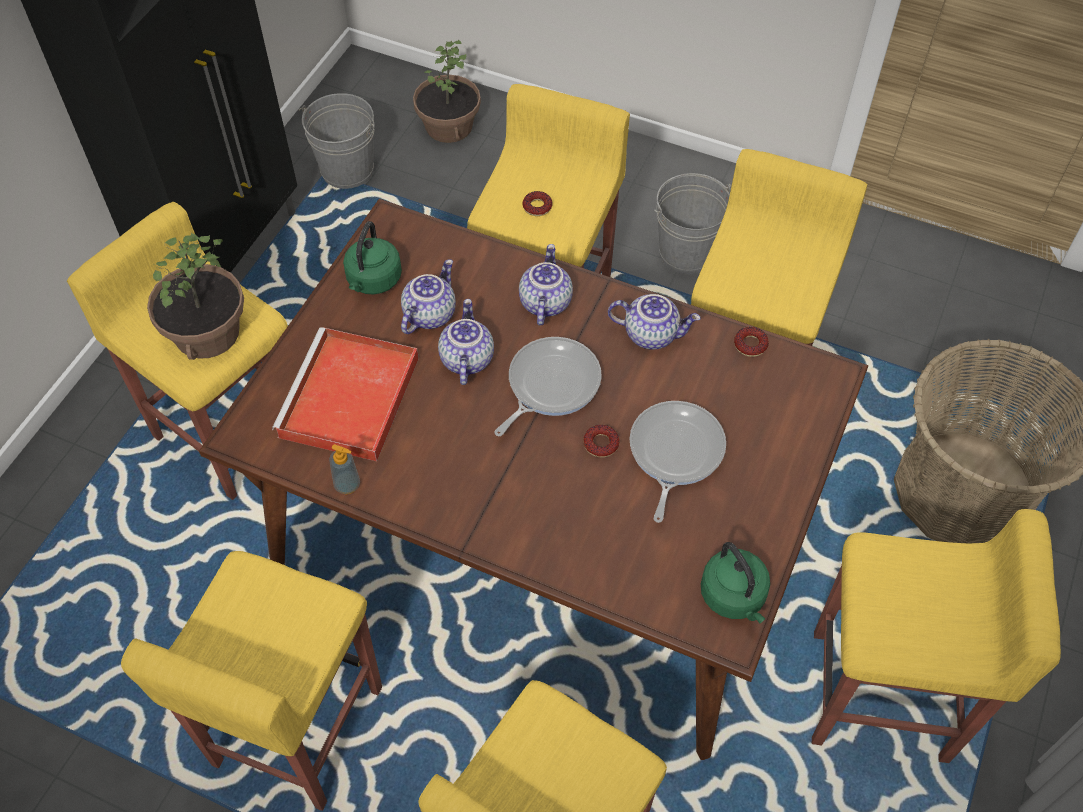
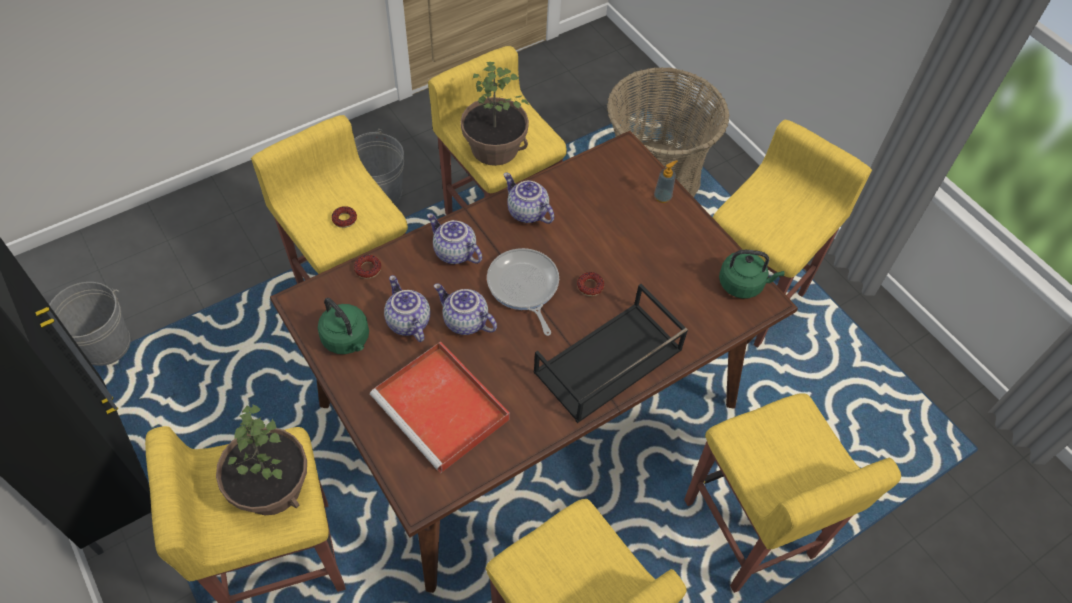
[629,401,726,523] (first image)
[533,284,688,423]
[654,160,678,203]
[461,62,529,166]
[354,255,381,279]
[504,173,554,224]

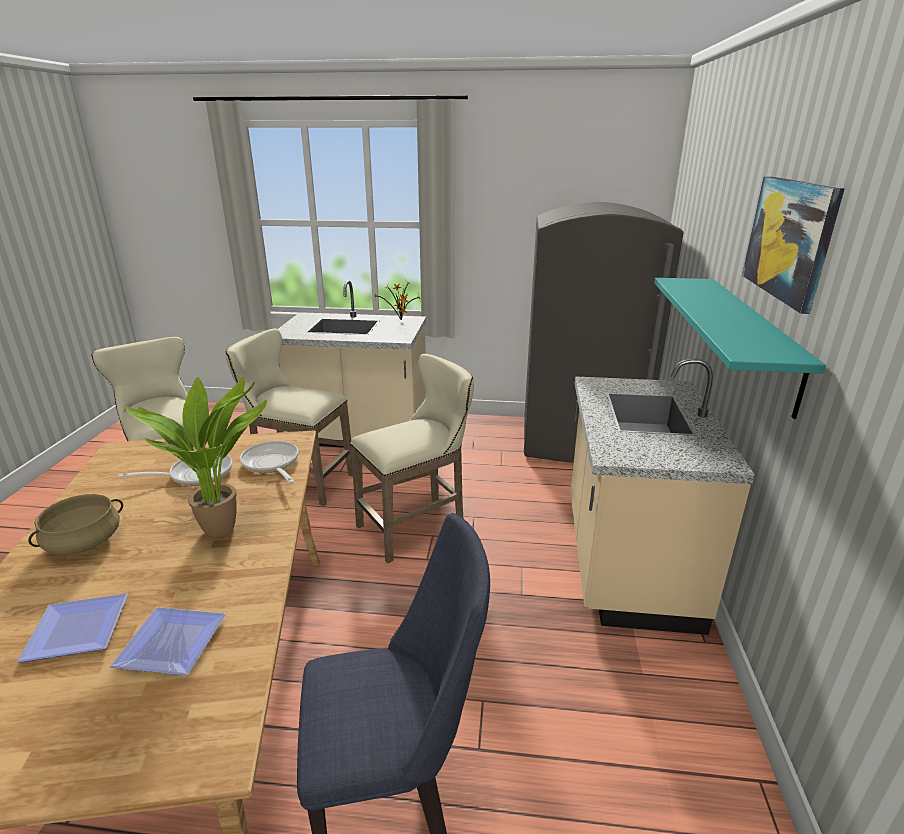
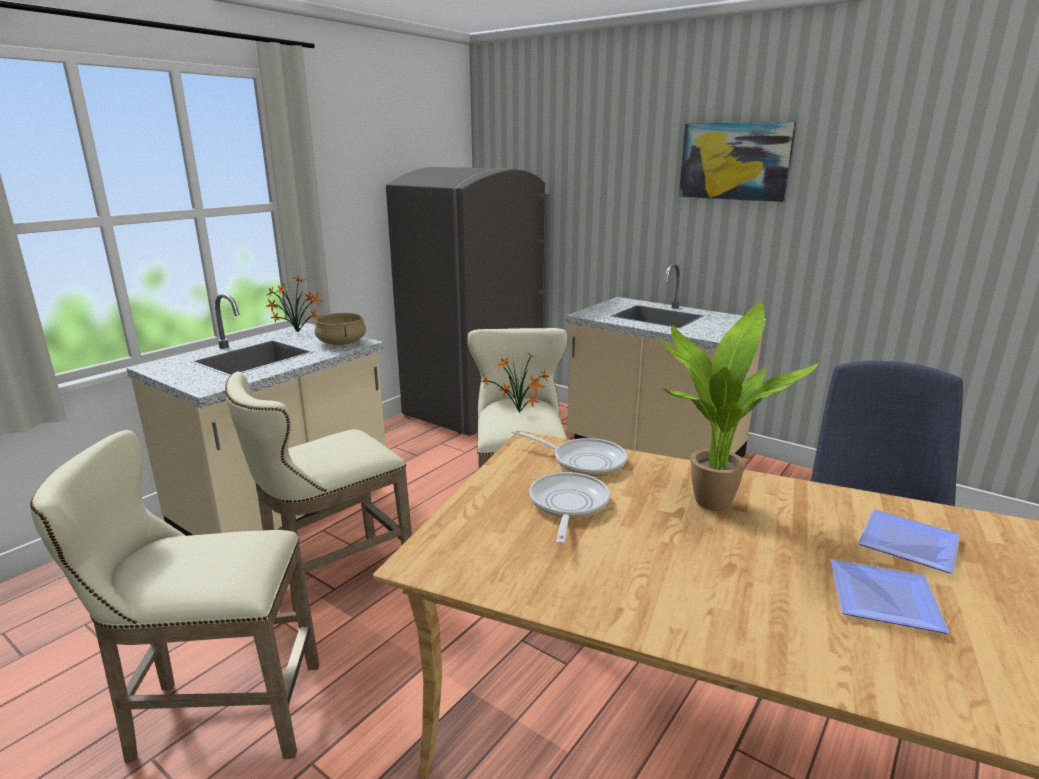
[654,278,826,419] (first image)
[481,352,549,413]
[314,313,366,345]
[511,429,627,476]

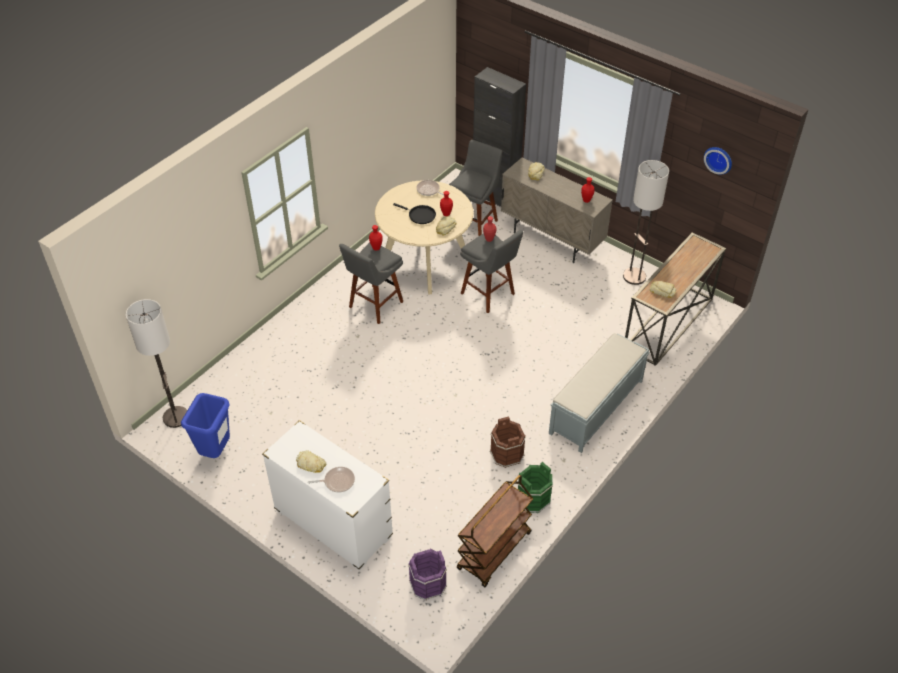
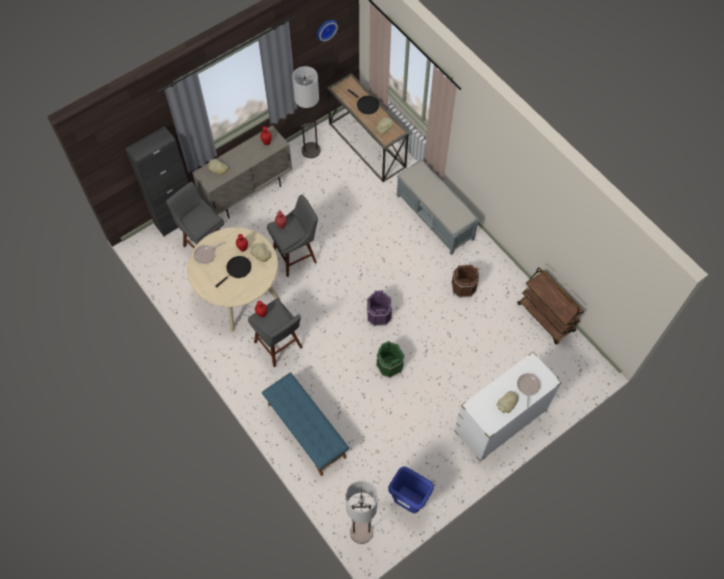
[262,373,349,476]
[348,89,379,114]
[367,290,393,327]
[376,341,405,378]

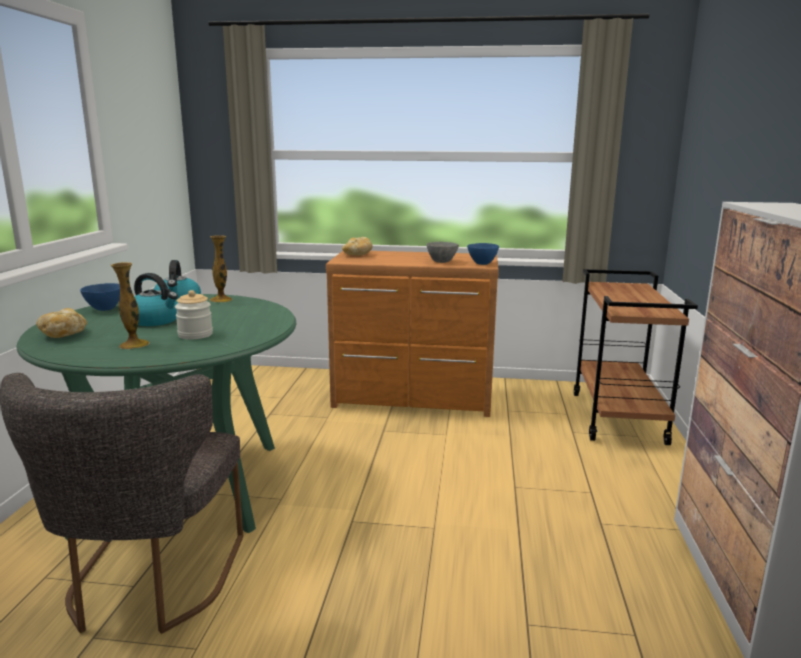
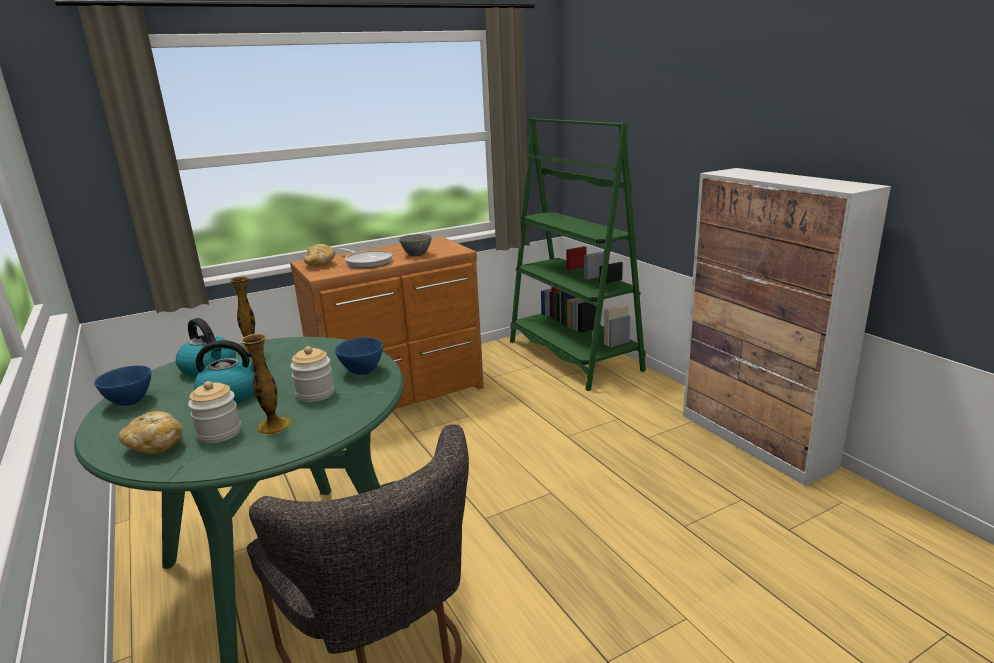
[188,381,241,444]
[339,248,393,268]
[335,337,383,375]
[510,117,646,391]

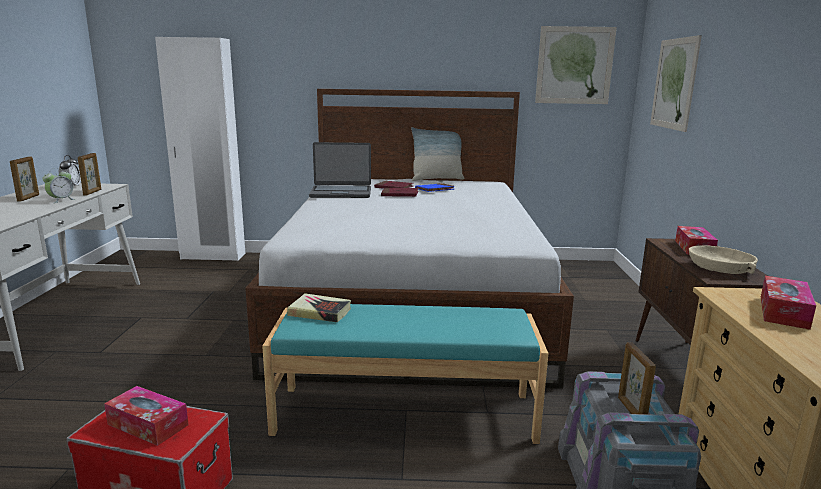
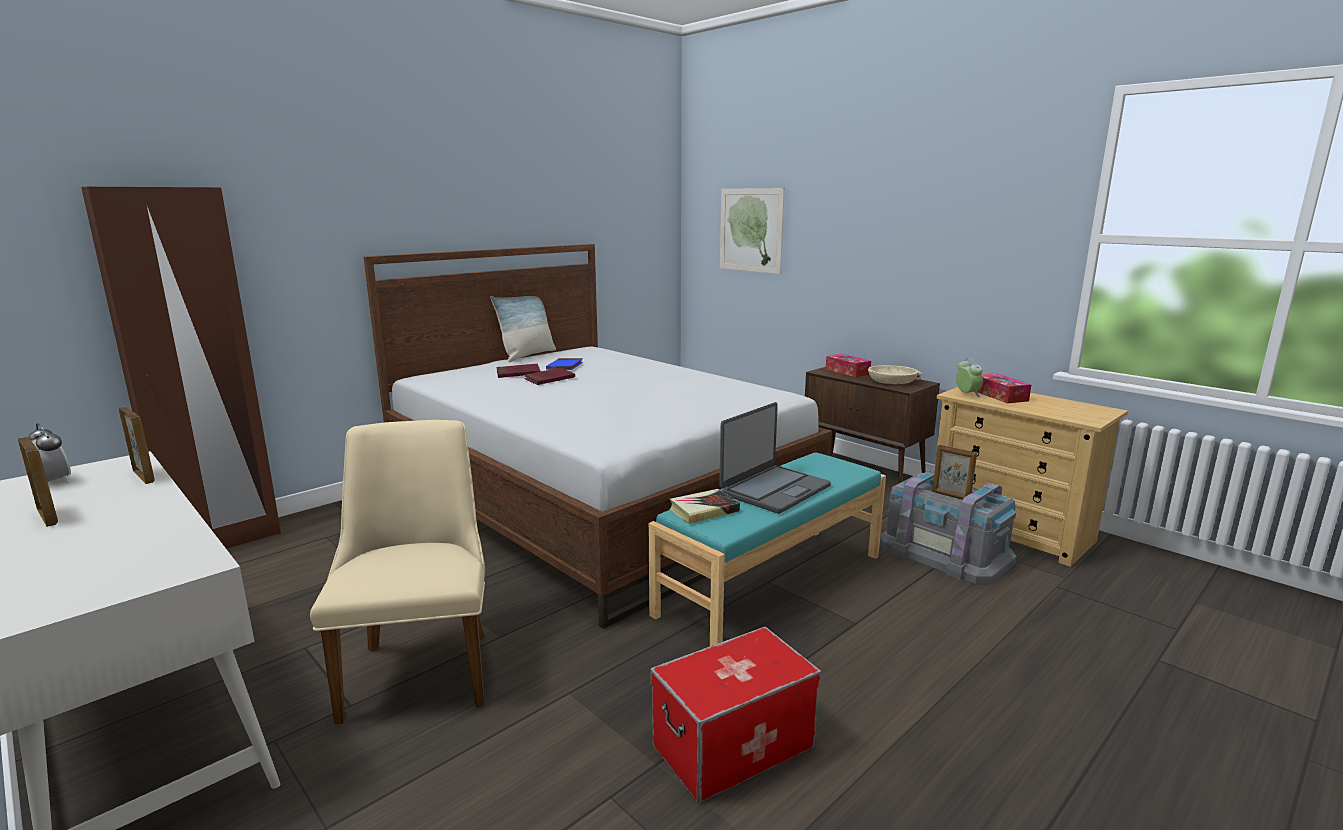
[104,386,189,446] (first image)
[535,26,617,104] (first image)
[310,420,485,725]
[956,358,983,398]
[719,402,831,514]
[81,187,281,549]

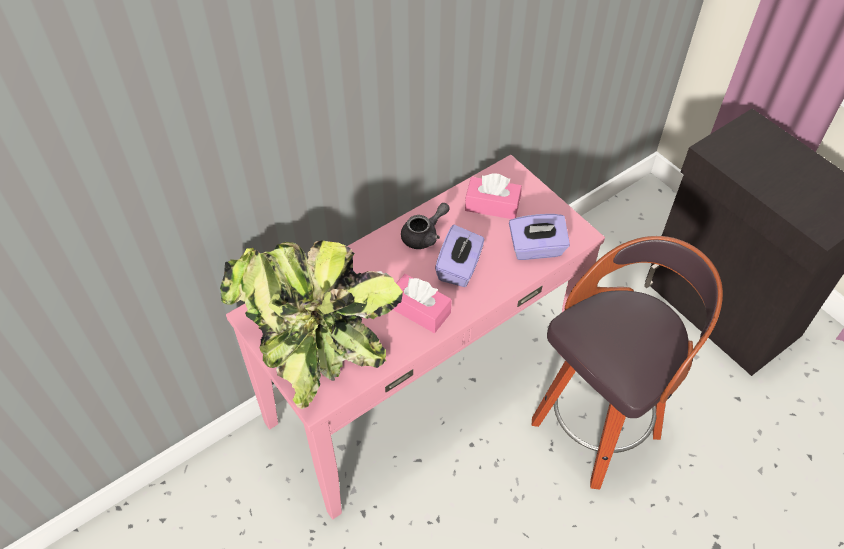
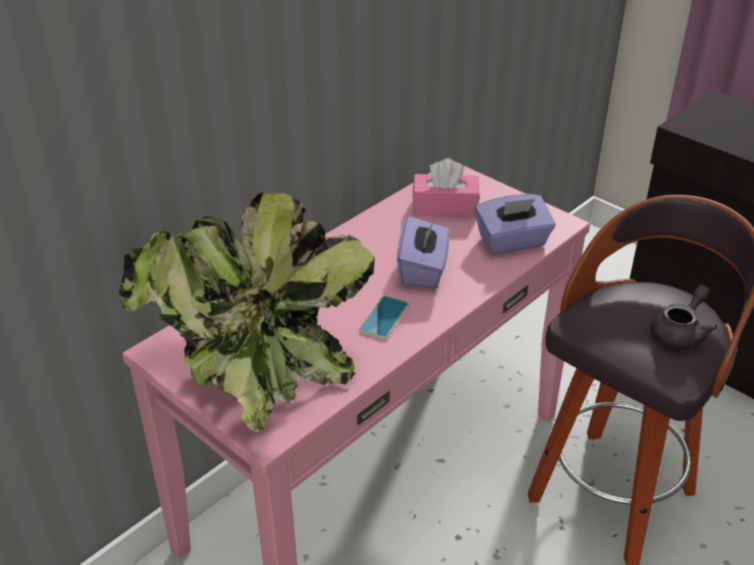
[651,285,718,350]
[359,296,409,339]

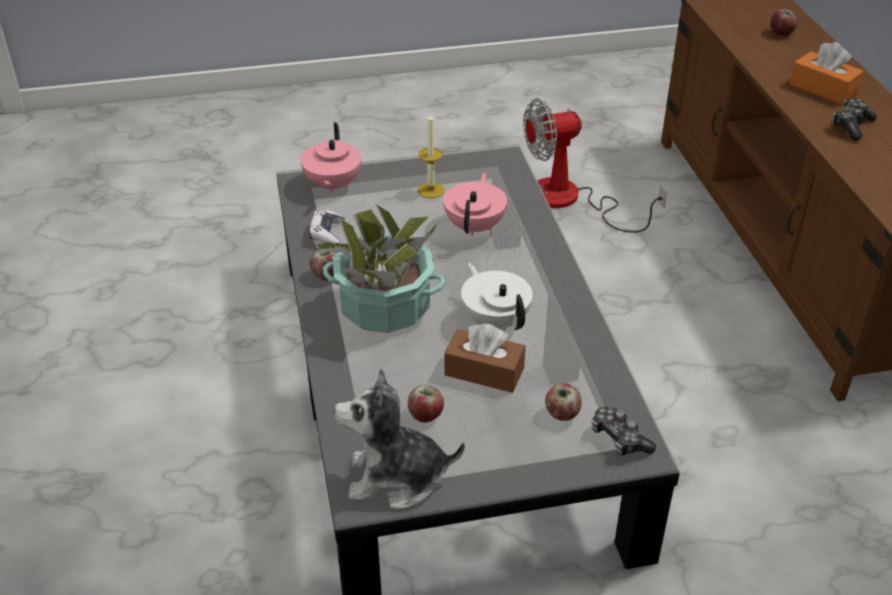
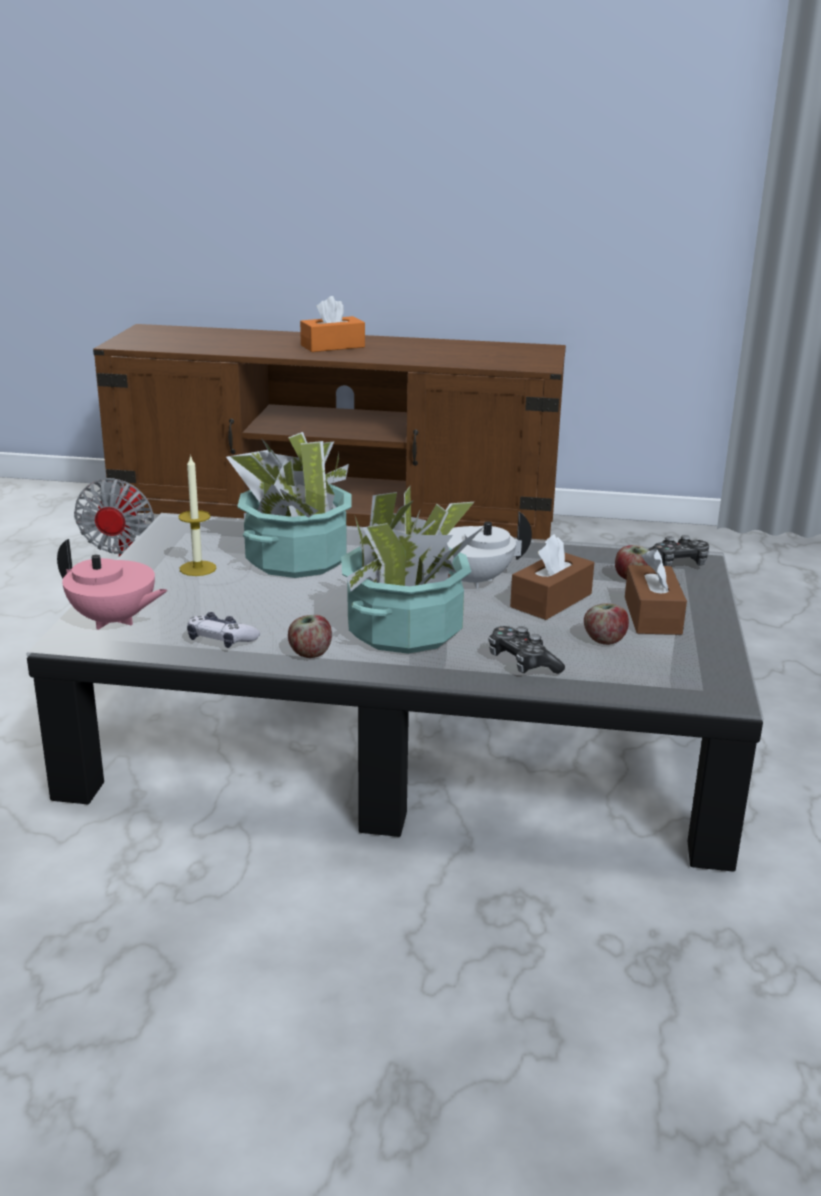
[334,368,465,509] (first image)
[771,9,798,35] (first image)
[625,548,687,635]
[488,626,565,674]
[226,432,352,578]

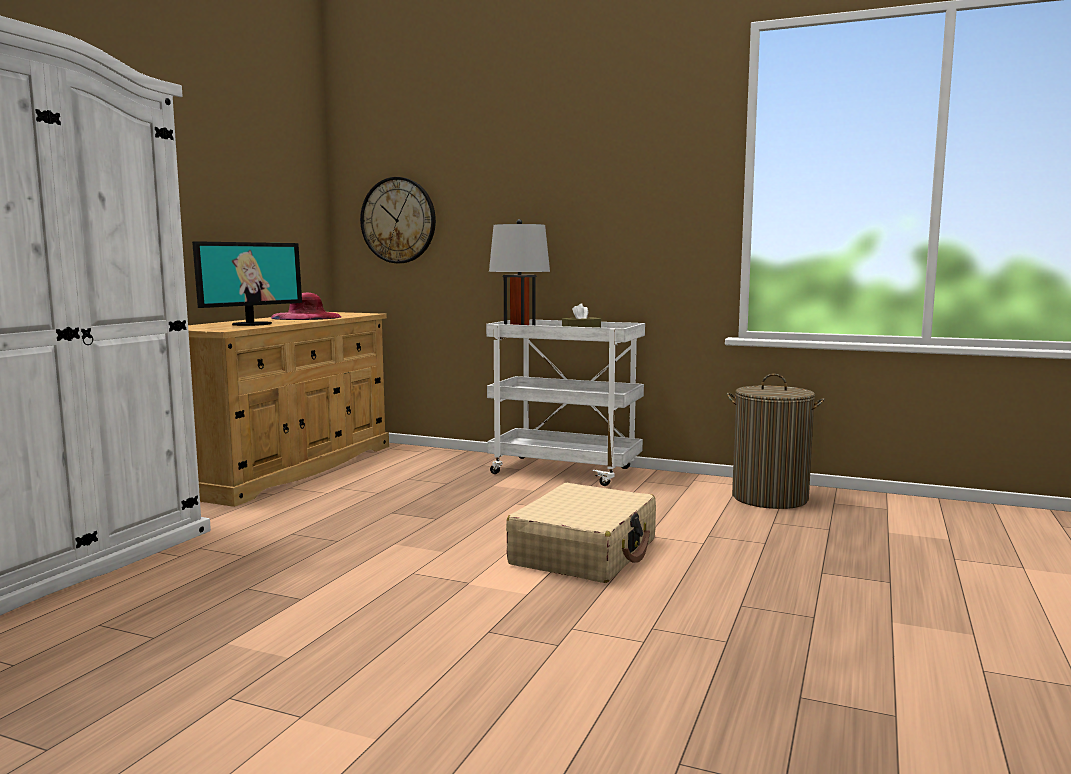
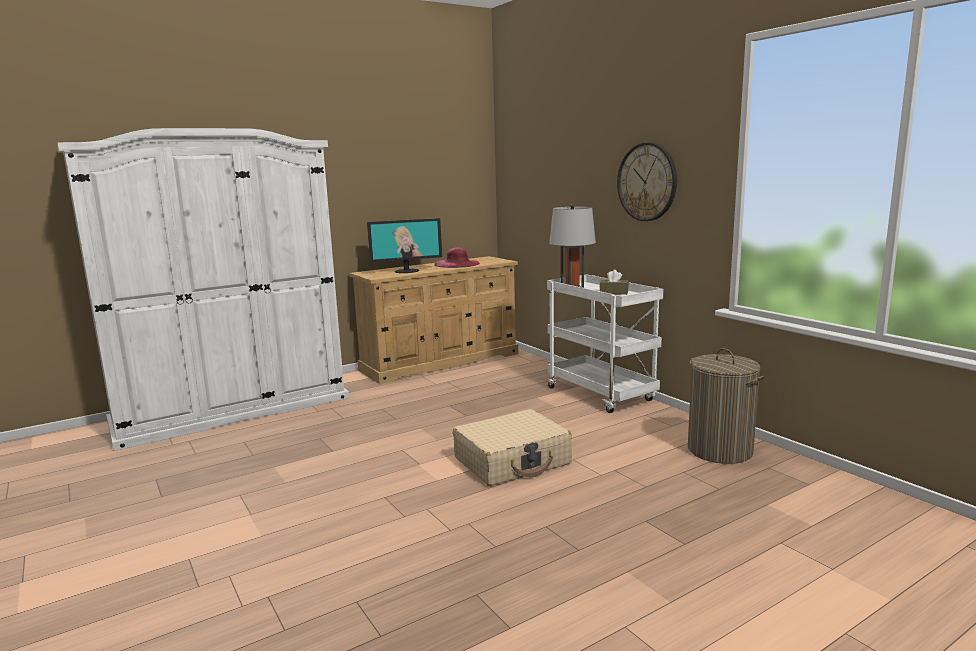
[617,143,677,221]

